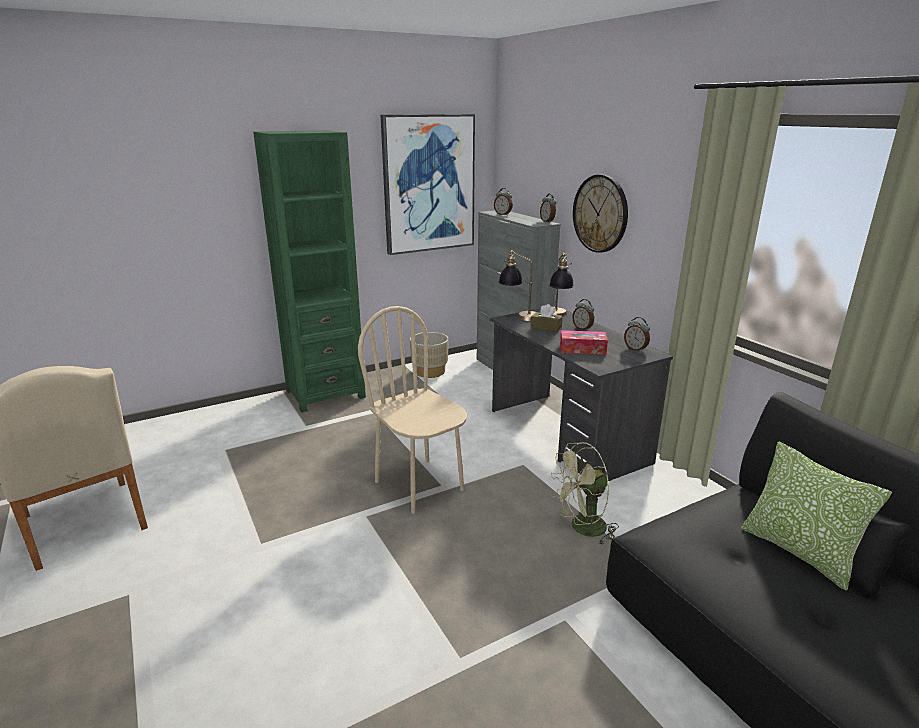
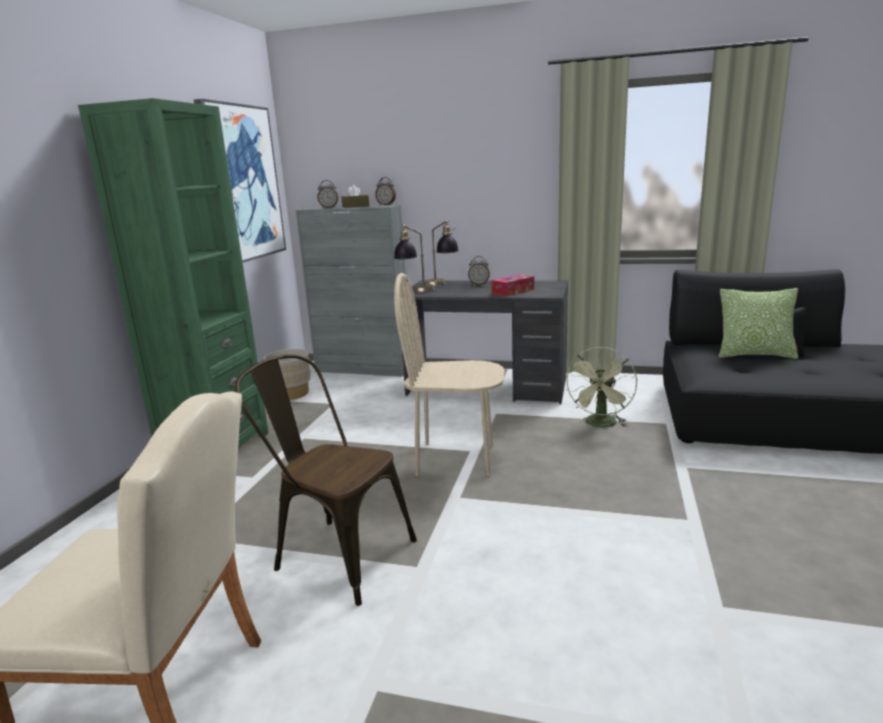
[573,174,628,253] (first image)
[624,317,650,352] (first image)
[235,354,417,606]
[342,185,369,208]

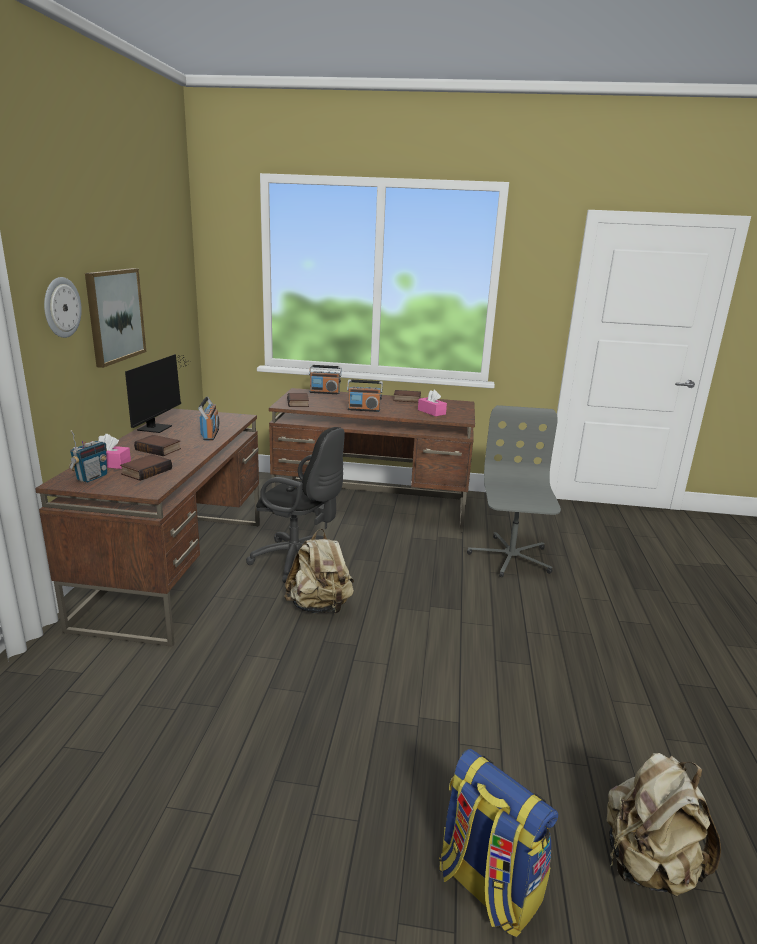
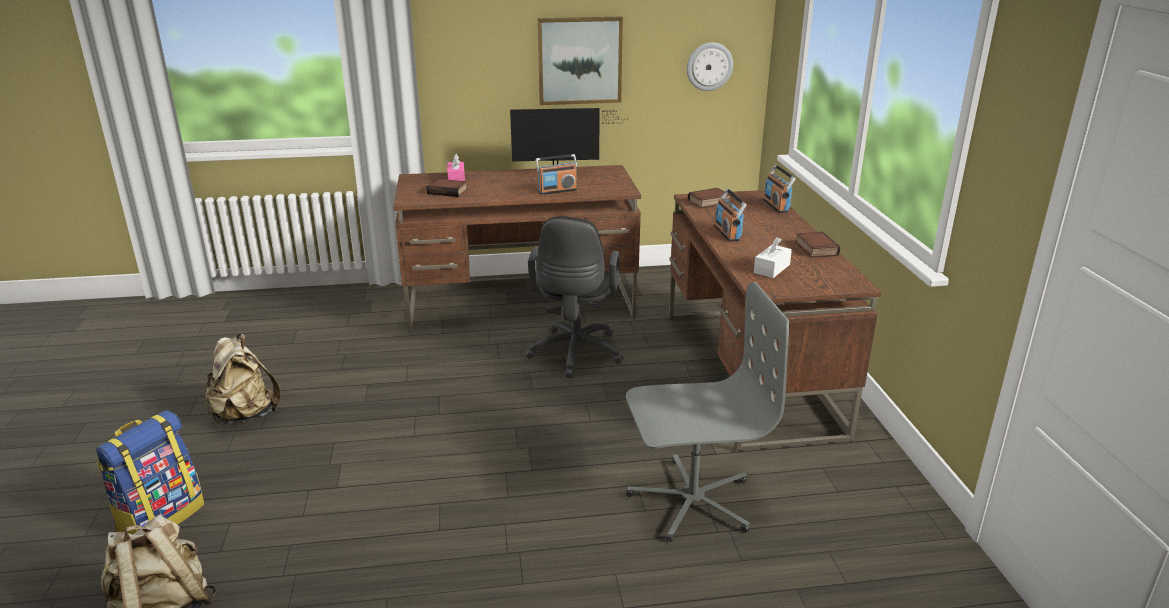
[69,430,107,483] (first image)
[134,435,181,456] (first image)
[687,42,733,91]
[205,334,281,424]
[754,237,792,278]

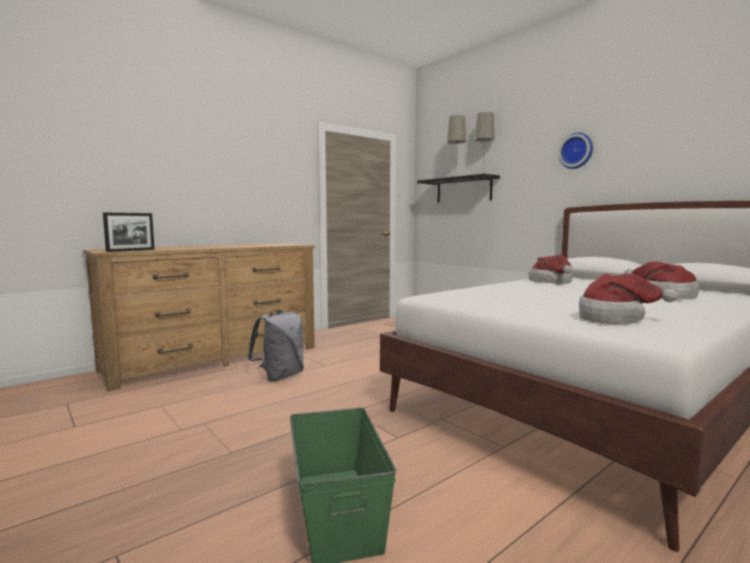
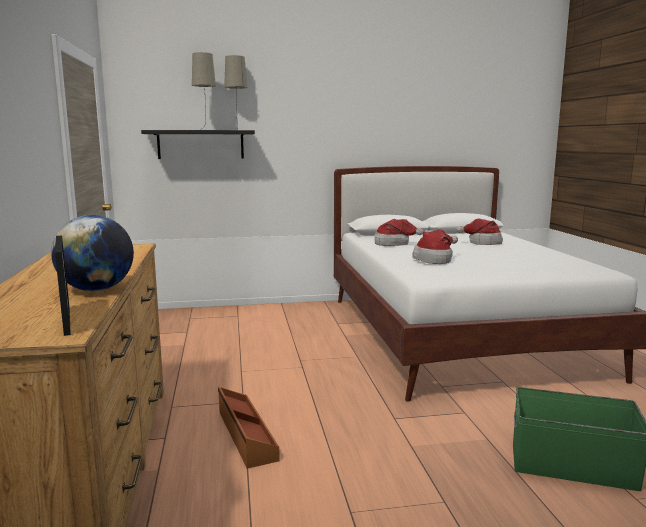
[558,133,593,169] (first image)
[51,215,134,291]
[412,229,458,264]
[218,387,280,469]

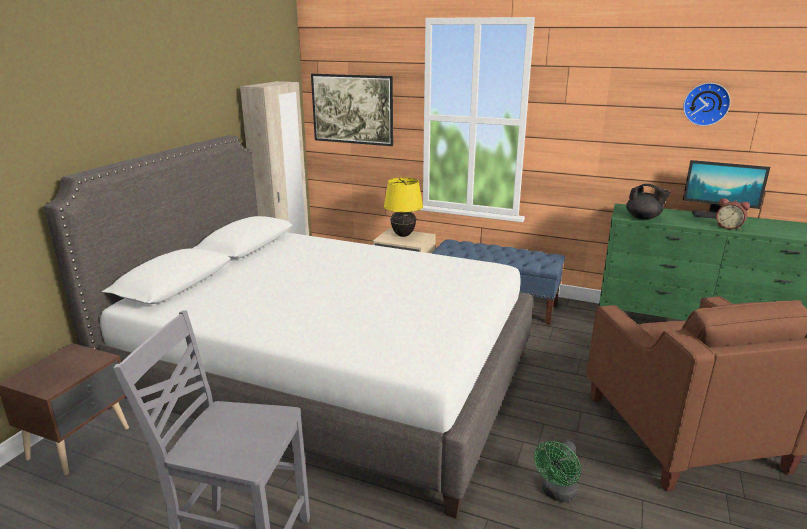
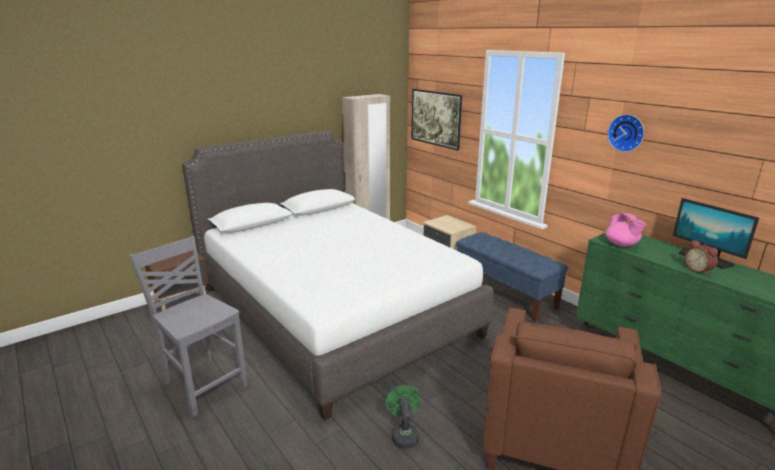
[384,177,423,237] (first image)
[607,114,644,152]
[605,213,647,247]
[386,385,422,448]

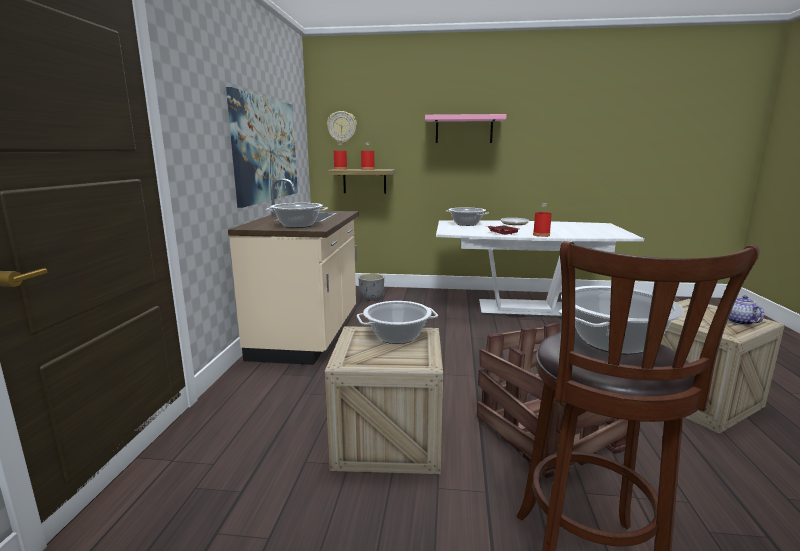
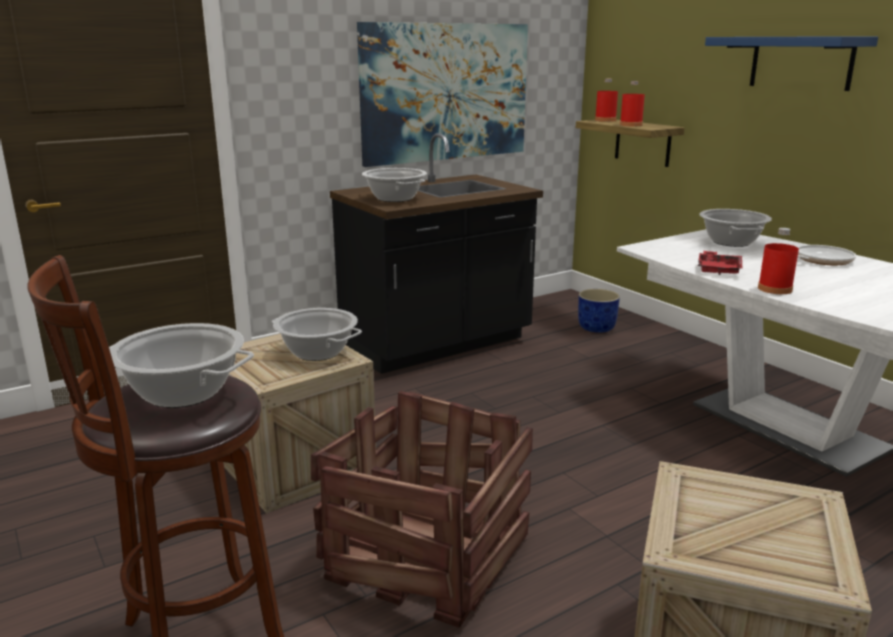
[327,111,357,143] (first image)
[728,295,764,325] (first image)
[330,133,543,374]
[578,289,620,333]
[705,36,878,91]

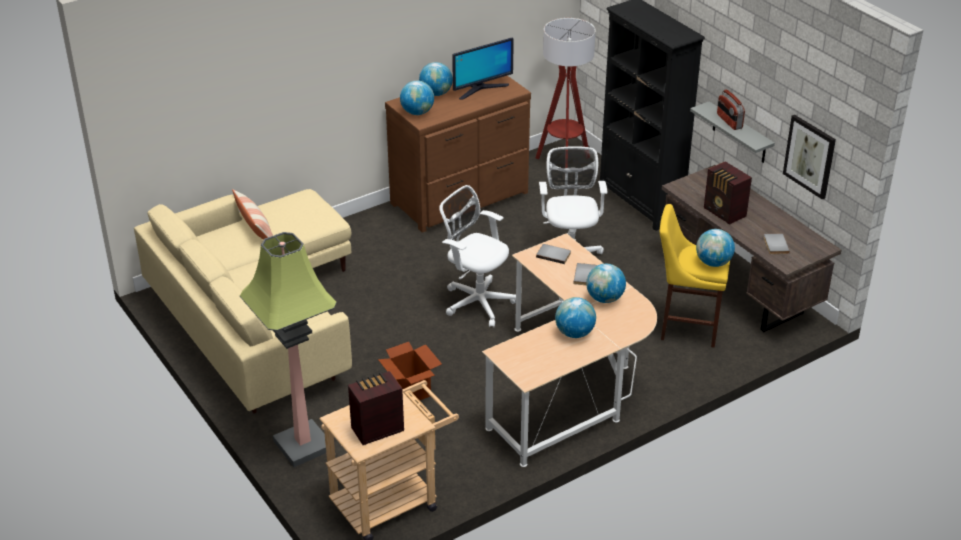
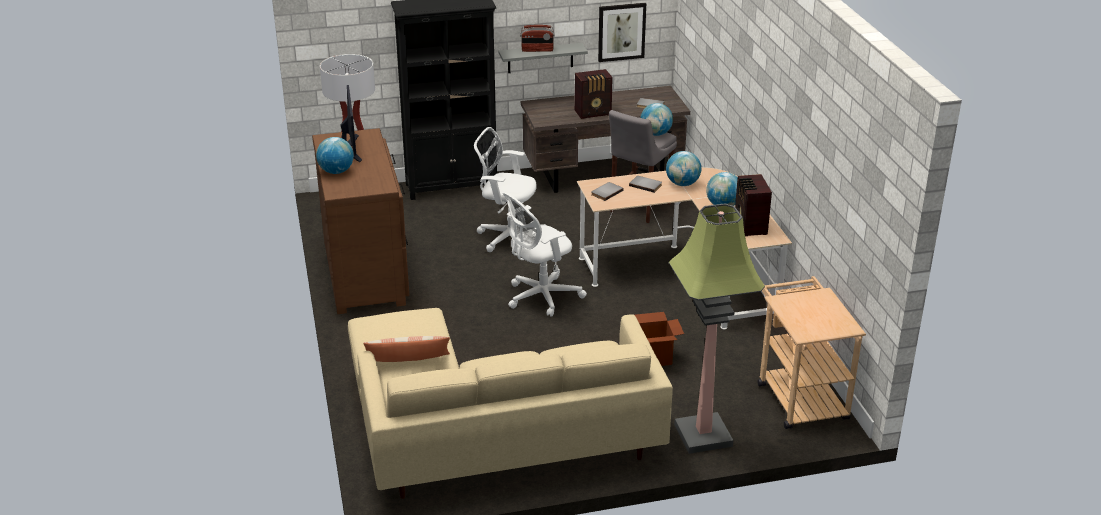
[400,81,434,115] (first image)
[735,174,772,236]
[609,110,677,223]

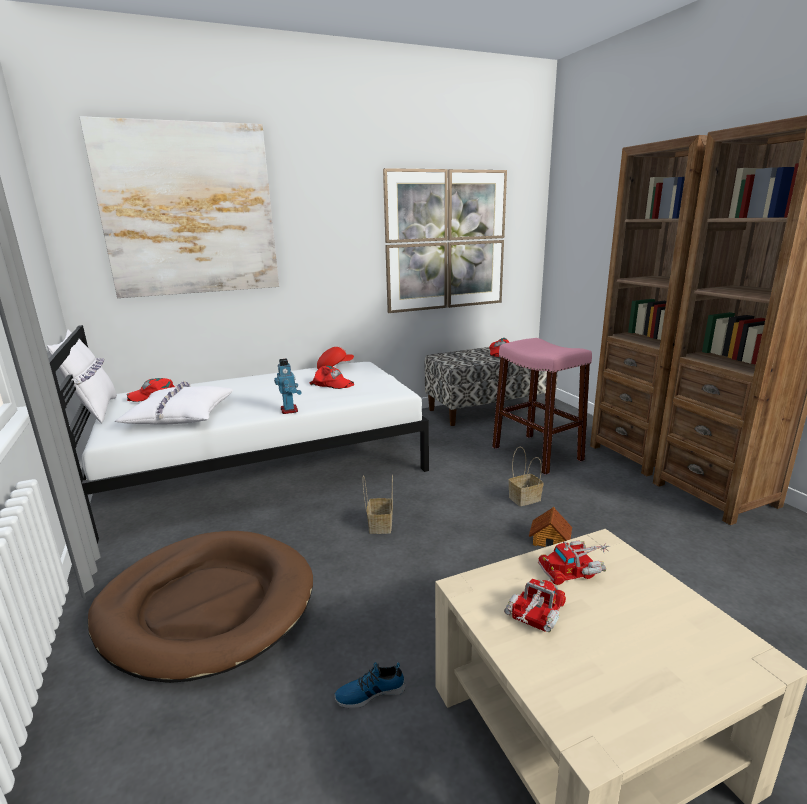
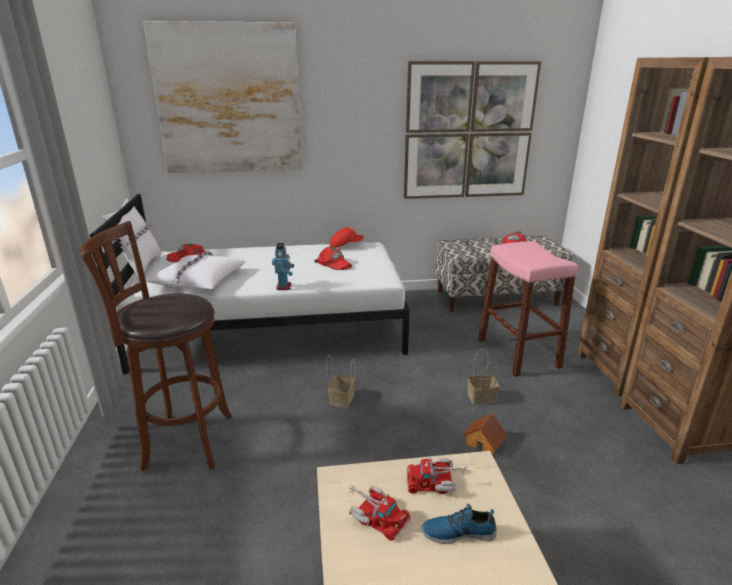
[422,504,497,544]
[80,221,232,471]
[348,484,410,541]

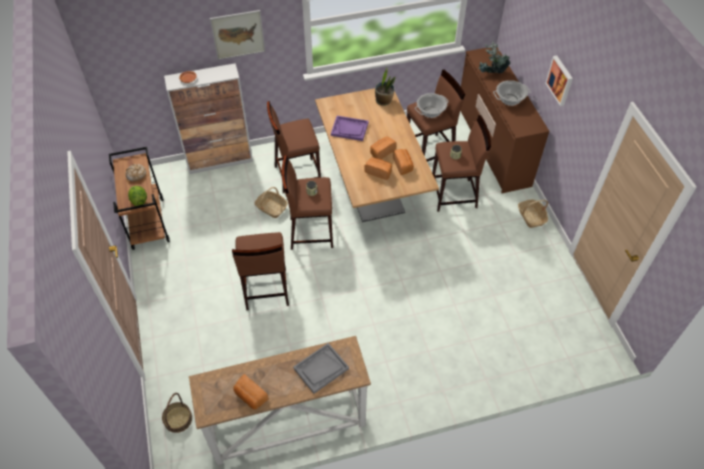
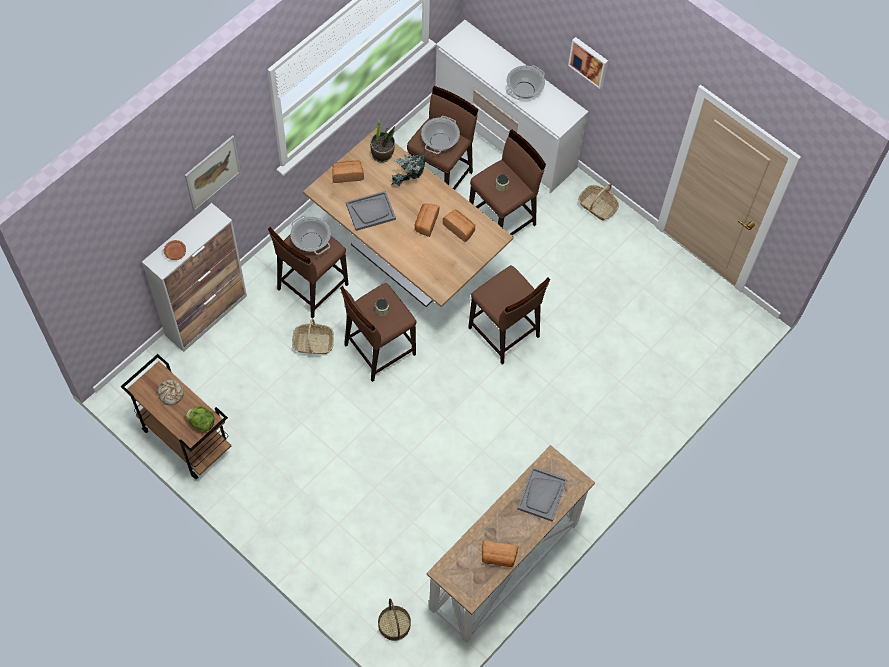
[290,216,331,255]
[468,265,550,365]
[332,160,364,183]
[391,152,426,186]
[346,191,396,231]
[435,20,588,193]

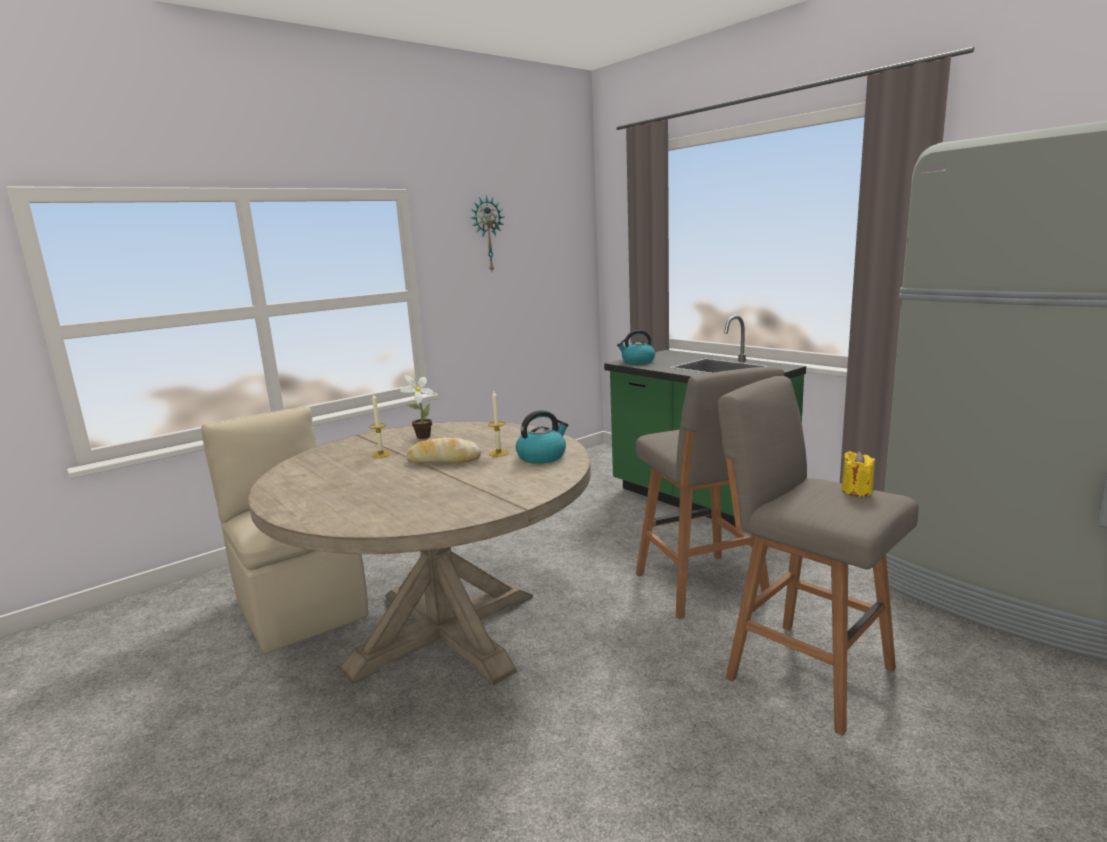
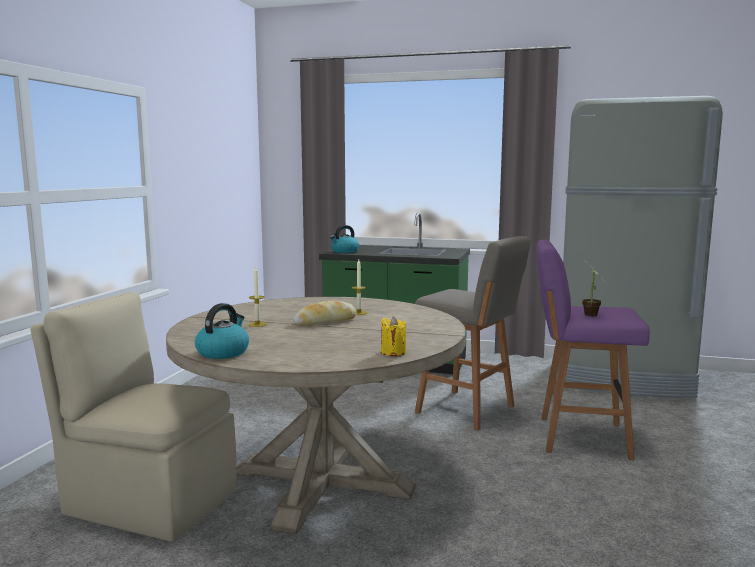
[471,195,504,271] (first image)
[582,260,606,316]
[195,303,249,359]
[381,317,406,356]
[537,239,650,460]

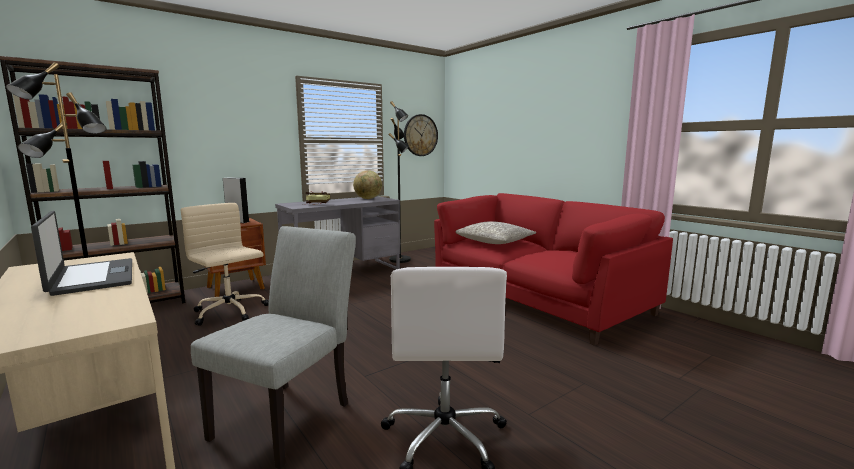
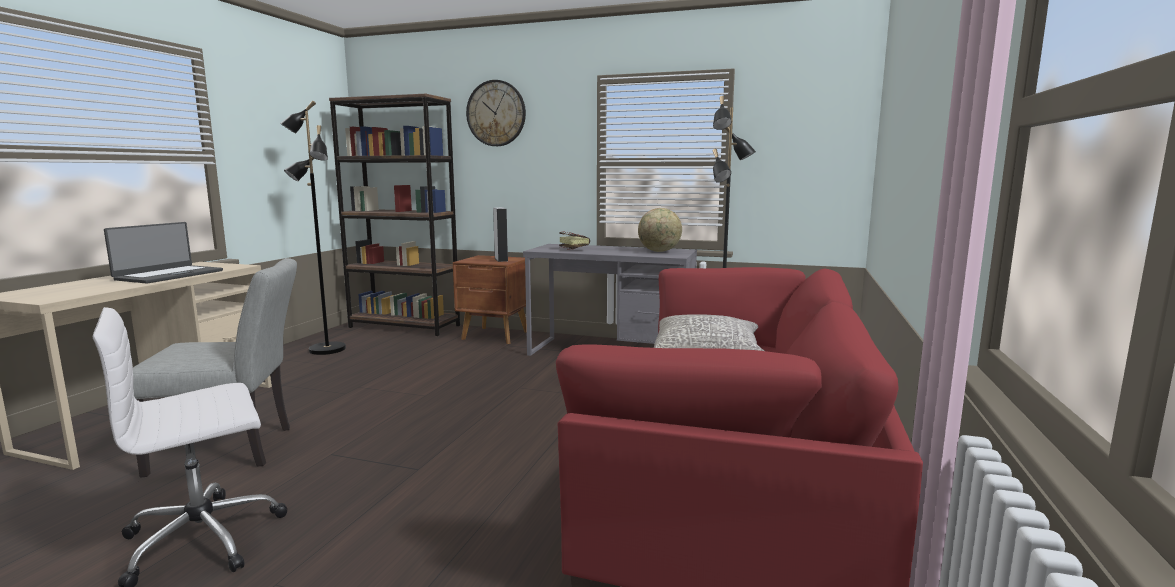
[180,203,269,326] (first image)
[466,80,526,146]

